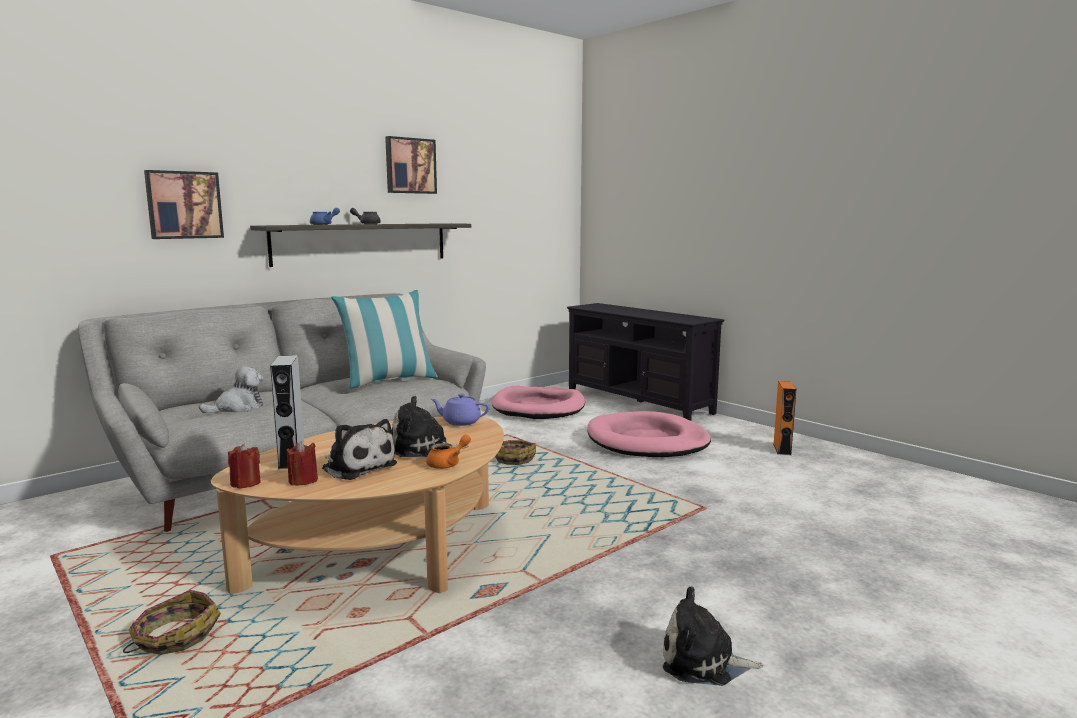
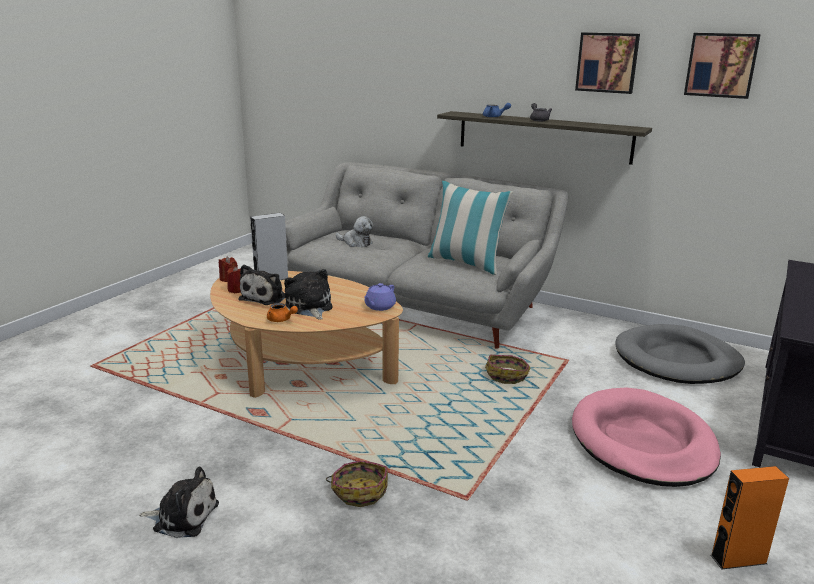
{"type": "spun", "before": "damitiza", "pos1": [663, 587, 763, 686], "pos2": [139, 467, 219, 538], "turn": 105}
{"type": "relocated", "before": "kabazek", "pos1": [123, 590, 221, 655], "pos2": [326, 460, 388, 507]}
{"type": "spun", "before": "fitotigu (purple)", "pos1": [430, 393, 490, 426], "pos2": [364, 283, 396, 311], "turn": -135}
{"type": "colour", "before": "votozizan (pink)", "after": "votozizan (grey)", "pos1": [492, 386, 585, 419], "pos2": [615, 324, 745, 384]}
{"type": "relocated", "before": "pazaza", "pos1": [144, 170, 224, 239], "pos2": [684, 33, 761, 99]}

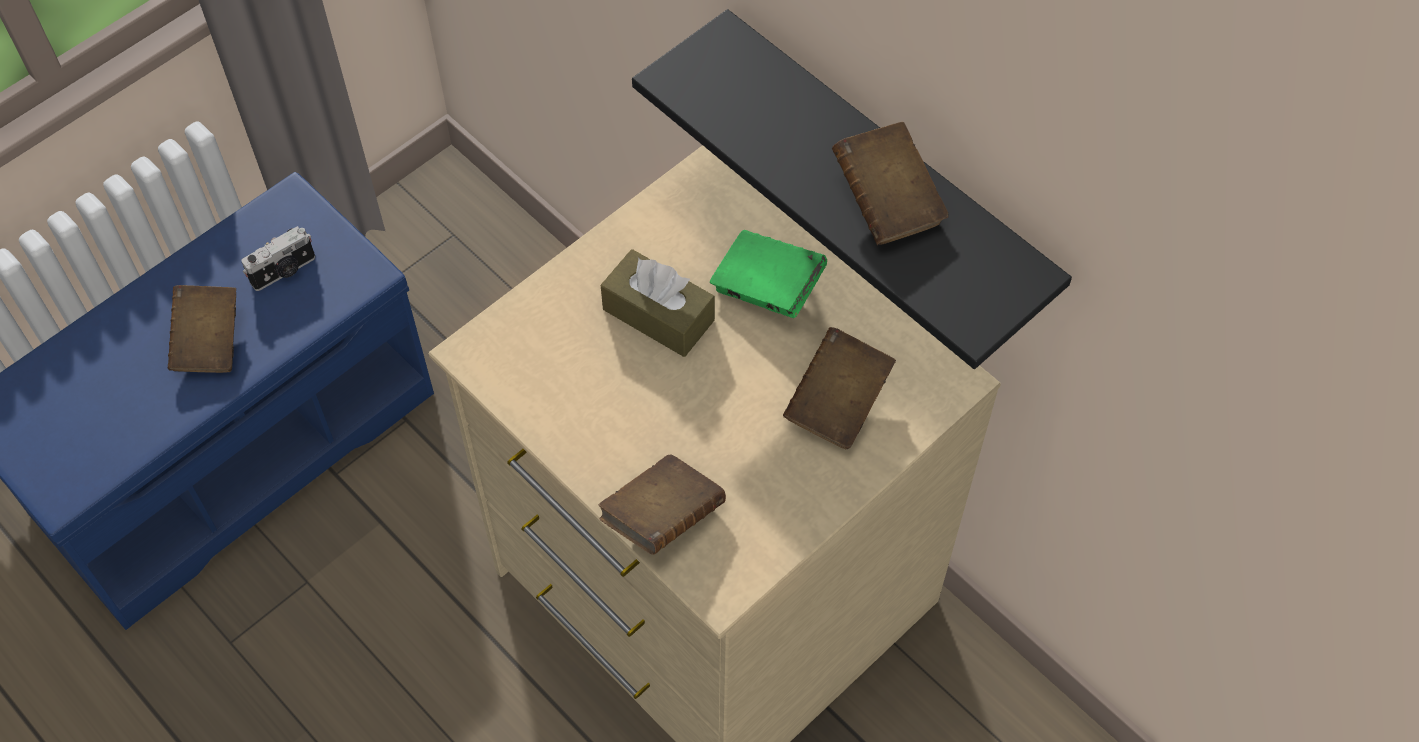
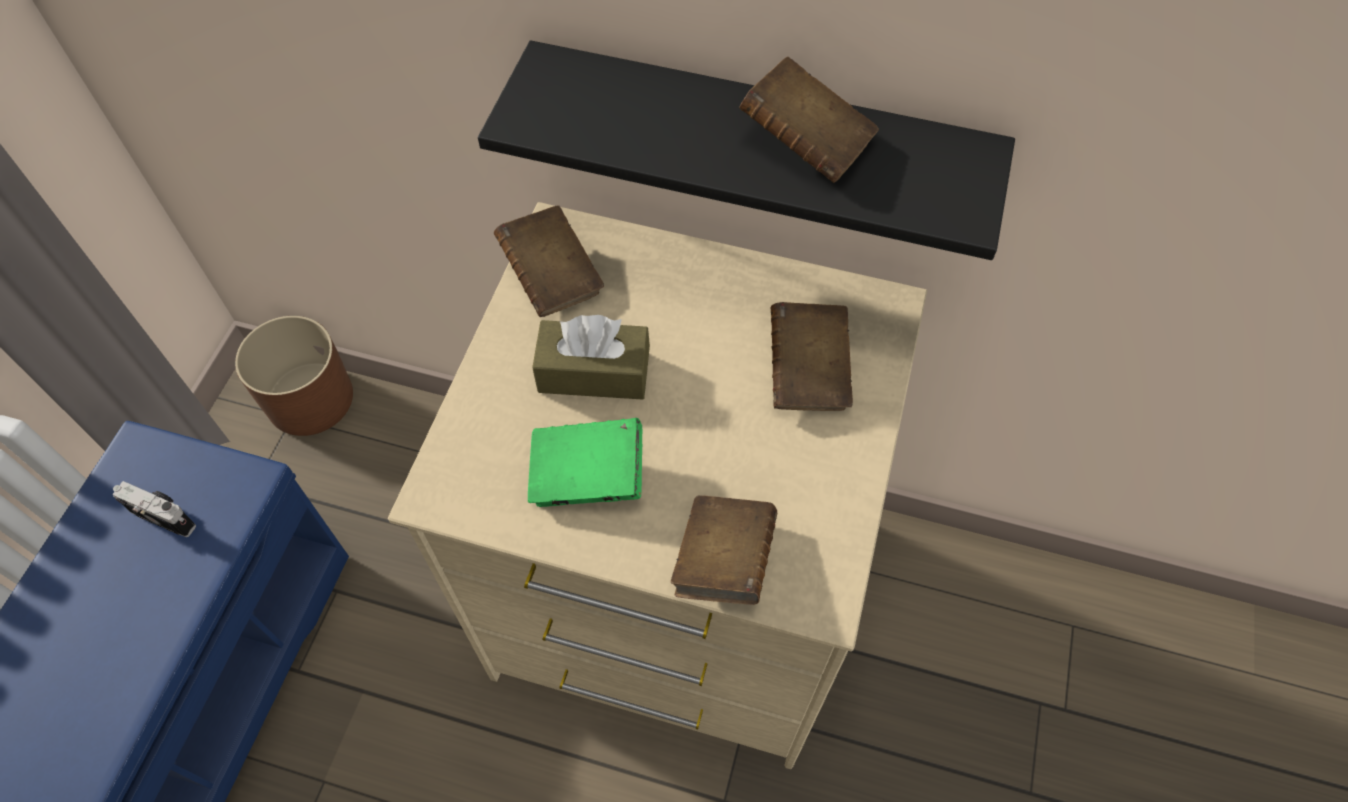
{"type": "spun", "before": "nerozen", "pos1": [241, 226, 315, 291], "pos2": [112, 481, 196, 537], "turn": -90}
{"type": "appeared", "after": "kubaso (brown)", "pos2": [235, 316, 353, 436]}
{"type": "relocated", "before": "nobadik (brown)", "pos1": [168, 285, 236, 373], "pos2": [494, 205, 604, 317]}
{"type": "relocated", "before": "nobadik (green)", "pos1": [710, 230, 827, 318], "pos2": [528, 418, 643, 507]}

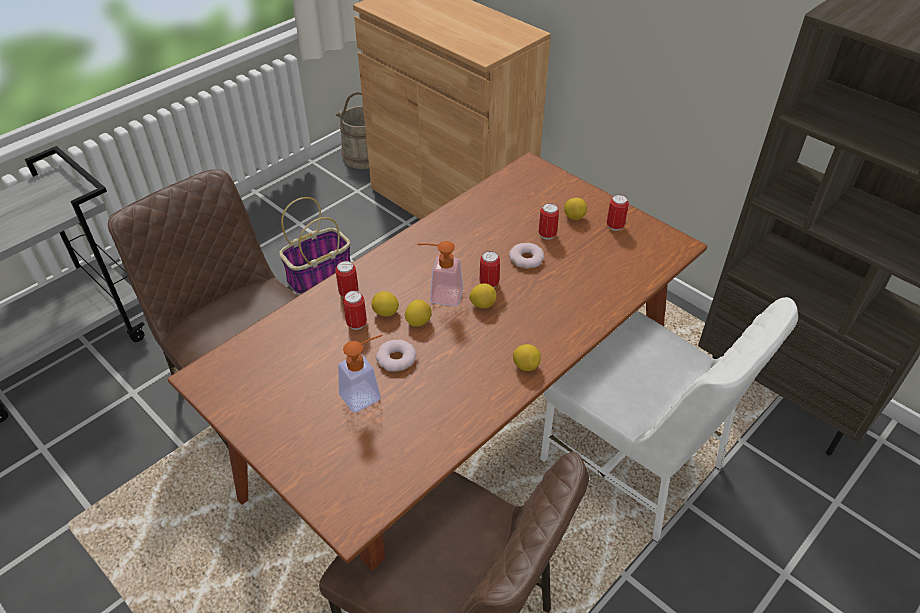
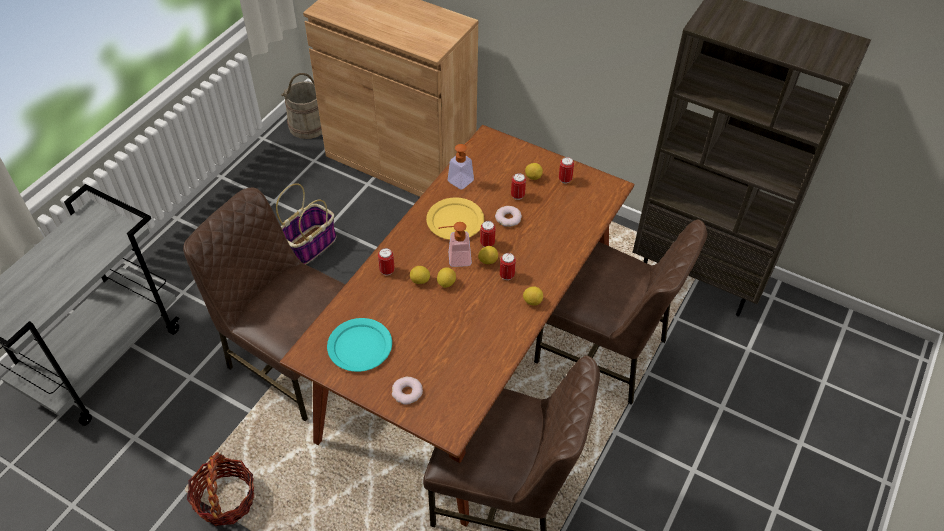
{"type": "appeared", "after": "kabazek", "pos2": [187, 452, 255, 526]}
{"type": "appeared", "after": "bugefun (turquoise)", "pos2": [327, 318, 392, 372]}
{"type": "relocated", "before": "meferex", "pos1": [376, 339, 416, 372], "pos2": [392, 376, 423, 405]}
{"type": "appeared", "after": "bugefun (yellow)", "pos2": [426, 198, 484, 240]}
{"type": "relocated", "before": "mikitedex", "pos1": [338, 335, 383, 413], "pos2": [448, 138, 474, 190]}
{"type": "relocated", "before": "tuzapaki", "pos1": [343, 291, 367, 330], "pos2": [500, 253, 516, 280]}
{"type": "colour", "before": "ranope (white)", "after": "ranope (brown)", "pos1": [540, 297, 798, 542], "pos2": [534, 220, 707, 405]}

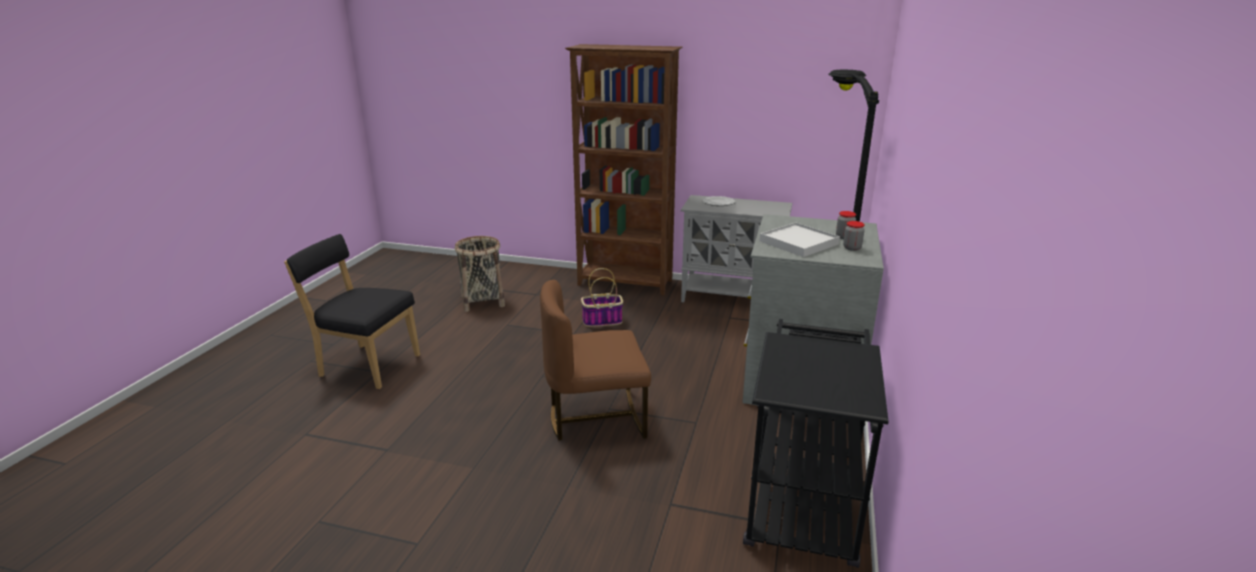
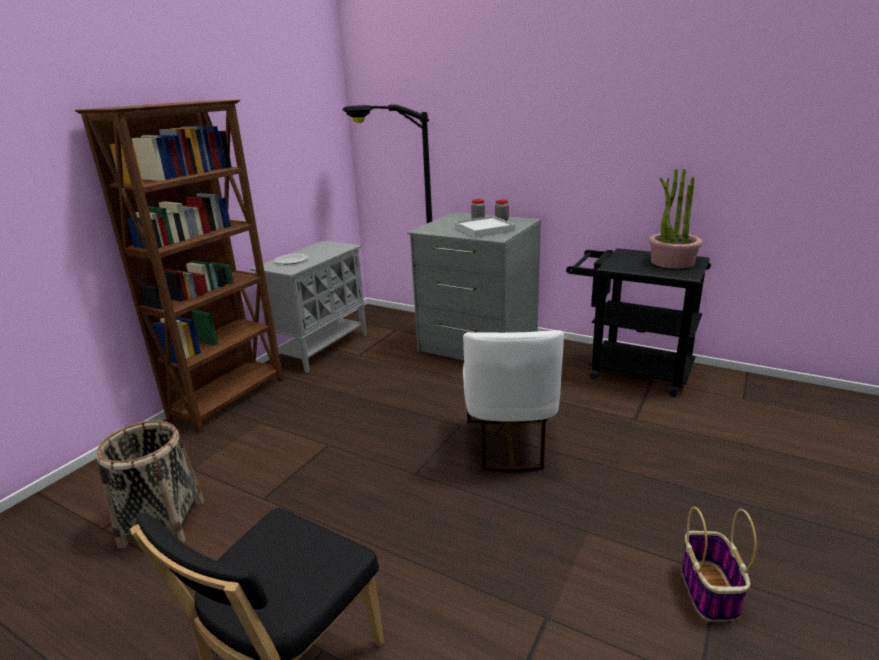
{"type": "colour", "before": "ranope (brown)", "after": "ranope (white)", "pos1": [540, 280, 651, 440], "pos2": [463, 330, 564, 472]}
{"type": "appeared", "after": "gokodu", "pos2": [649, 169, 703, 269]}
{"type": "relocated", "before": "kabazek", "pos1": [581, 268, 623, 327], "pos2": [681, 507, 757, 622]}

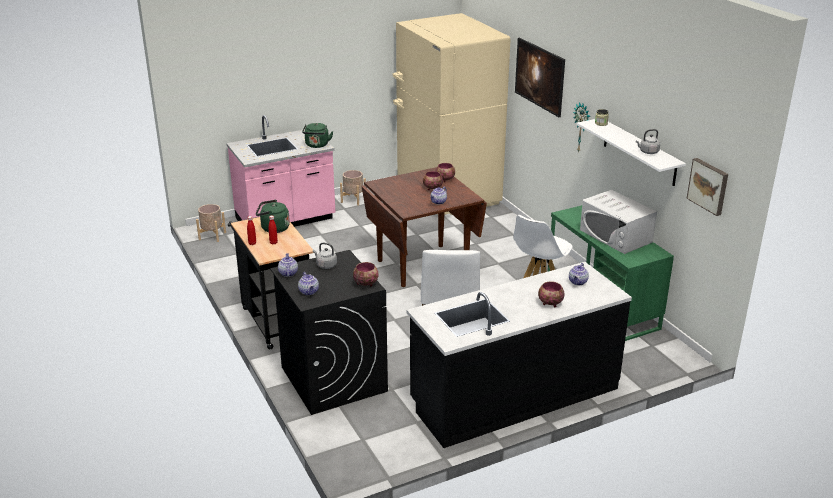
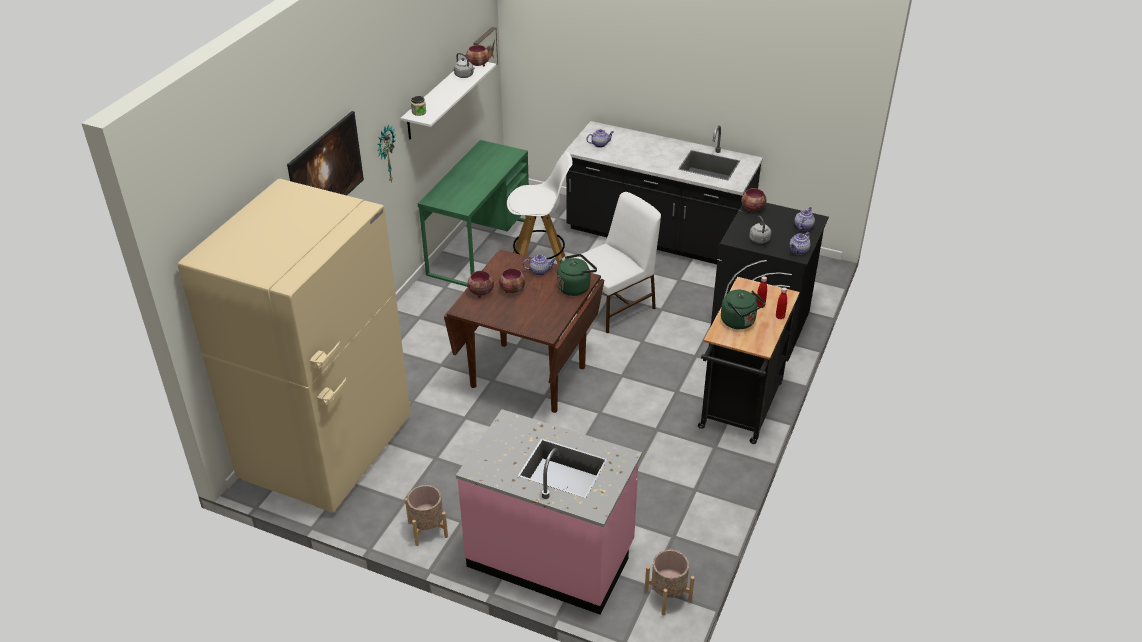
{"type": "relocated", "before": "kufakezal", "pos1": [538, 281, 565, 307], "pos2": [466, 45, 489, 67]}
{"type": "relocated", "before": "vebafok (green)", "pos1": [302, 123, 333, 148], "pos2": [557, 254, 597, 296]}
{"type": "missing", "before": "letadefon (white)", "pos1": [580, 190, 657, 254]}

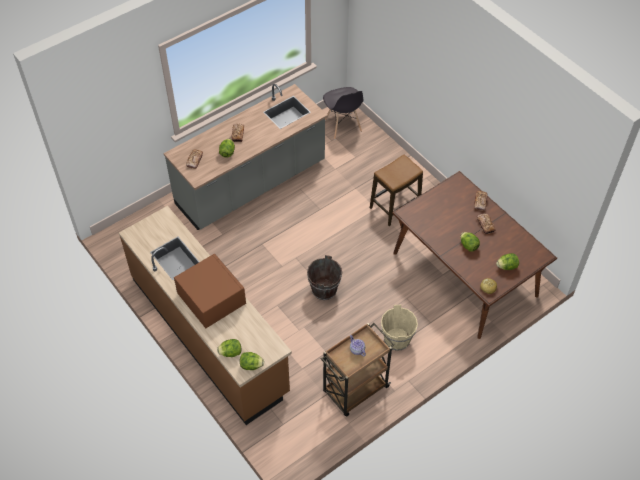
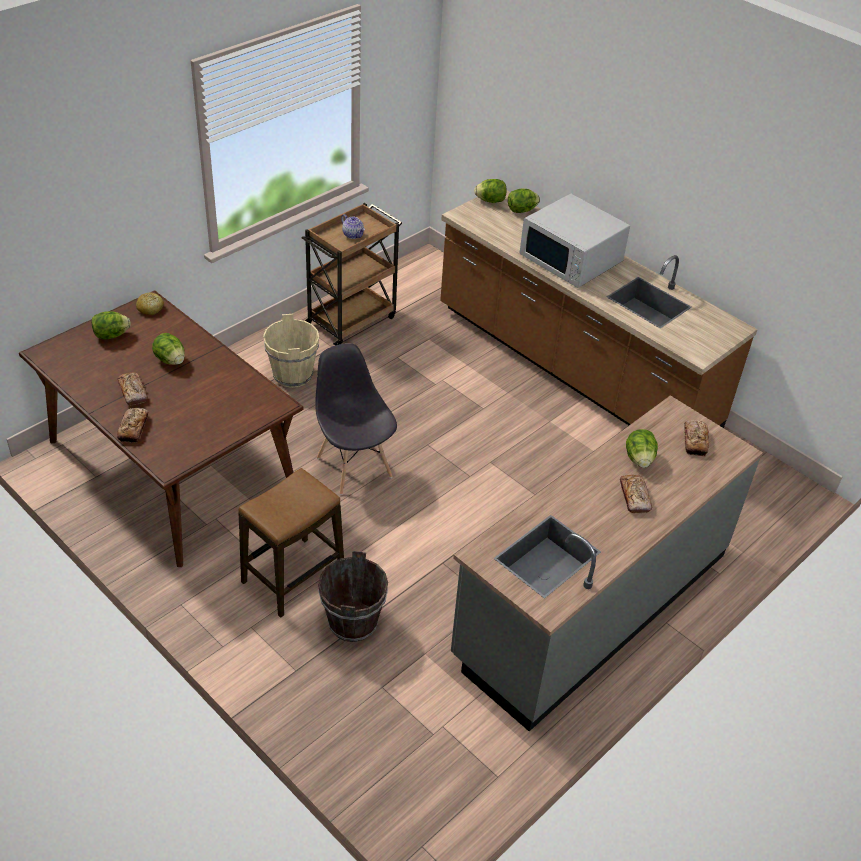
{"type": "relocated", "before": "ranope (grey)", "pos1": [323, 87, 364, 139], "pos2": [315, 343, 397, 495]}
{"type": "relocated", "before": "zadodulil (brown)", "pos1": [307, 255, 342, 300], "pos2": [318, 551, 388, 642]}
{"type": "colour", "before": "letadefon (brown)", "after": "letadefon (white)", "pos1": [174, 253, 246, 328], "pos2": [520, 194, 630, 288]}

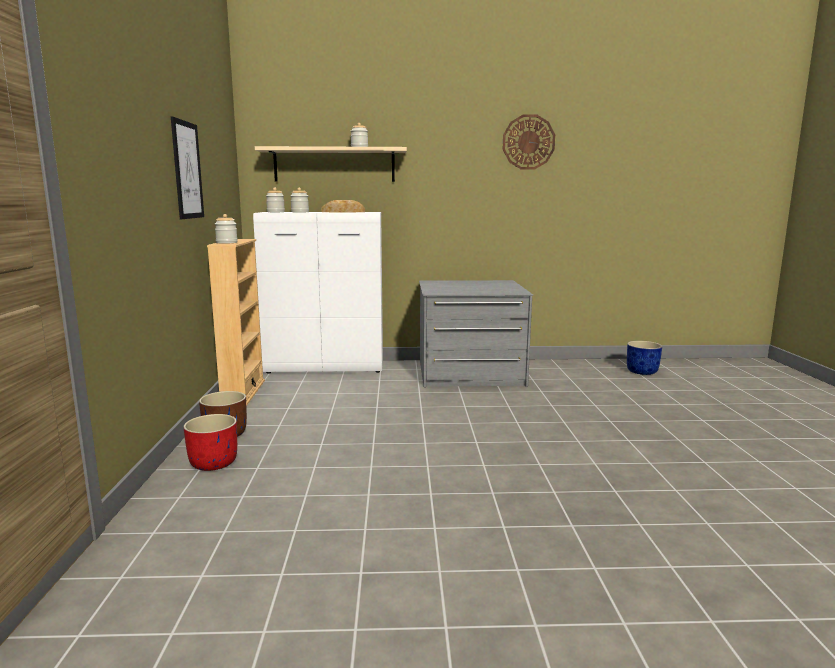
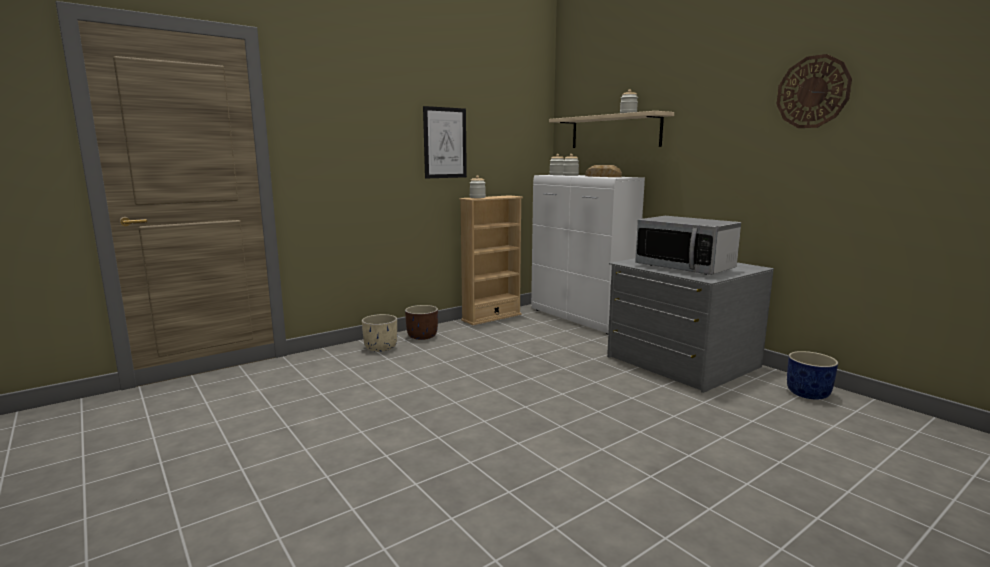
{"type": "colour", "before": "kubaso (red)", "after": "kubaso (beige)", "pos1": [183, 414, 237, 471], "pos2": [362, 314, 397, 352]}
{"type": "appeared", "after": "letadefon", "pos2": [635, 216, 741, 275]}
{"type": "relocated", "before": "kubaso (blue)", "pos1": [627, 341, 662, 375], "pos2": [787, 351, 838, 399]}

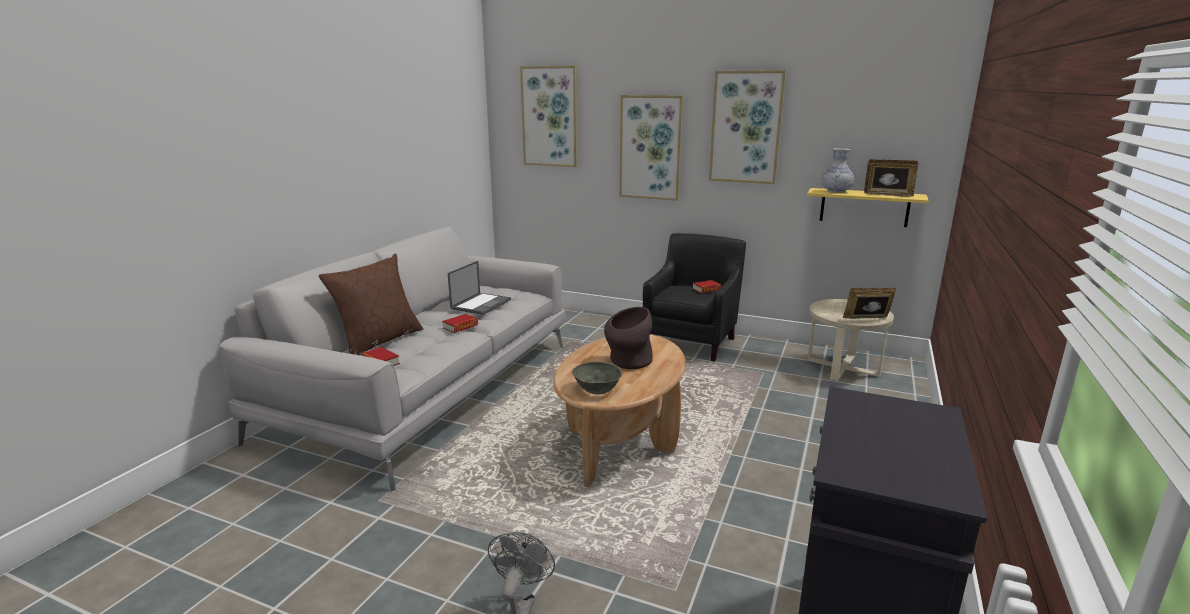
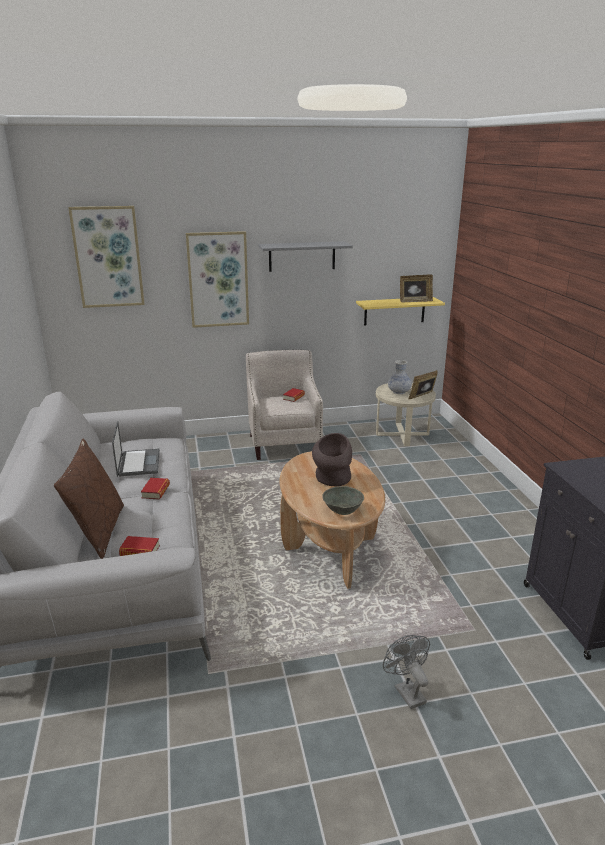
{"type": "colour", "before": "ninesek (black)", "after": "ninesek (beige)", "pos1": [643, 233, 746, 362], "pos2": [246, 350, 323, 460]}
{"type": "exchanged", "before": "pazaza", "after": "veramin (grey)", "pos1": [709, 70, 786, 184], "pos2": [258, 241, 353, 272]}
{"type": "relocated", "before": "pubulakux", "pos1": [822, 148, 854, 193], "pos2": [388, 360, 412, 394]}

